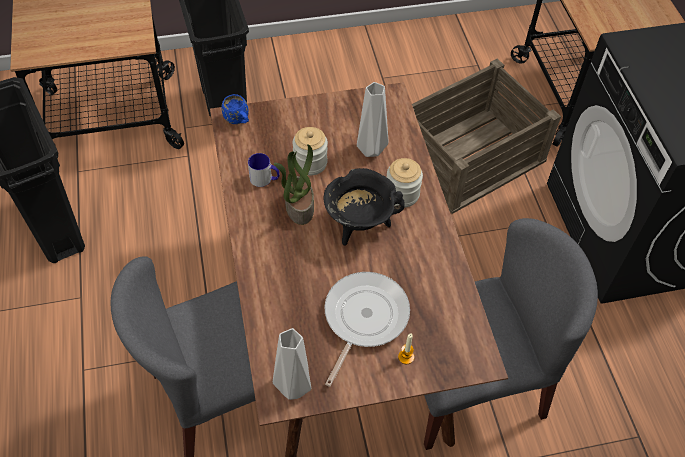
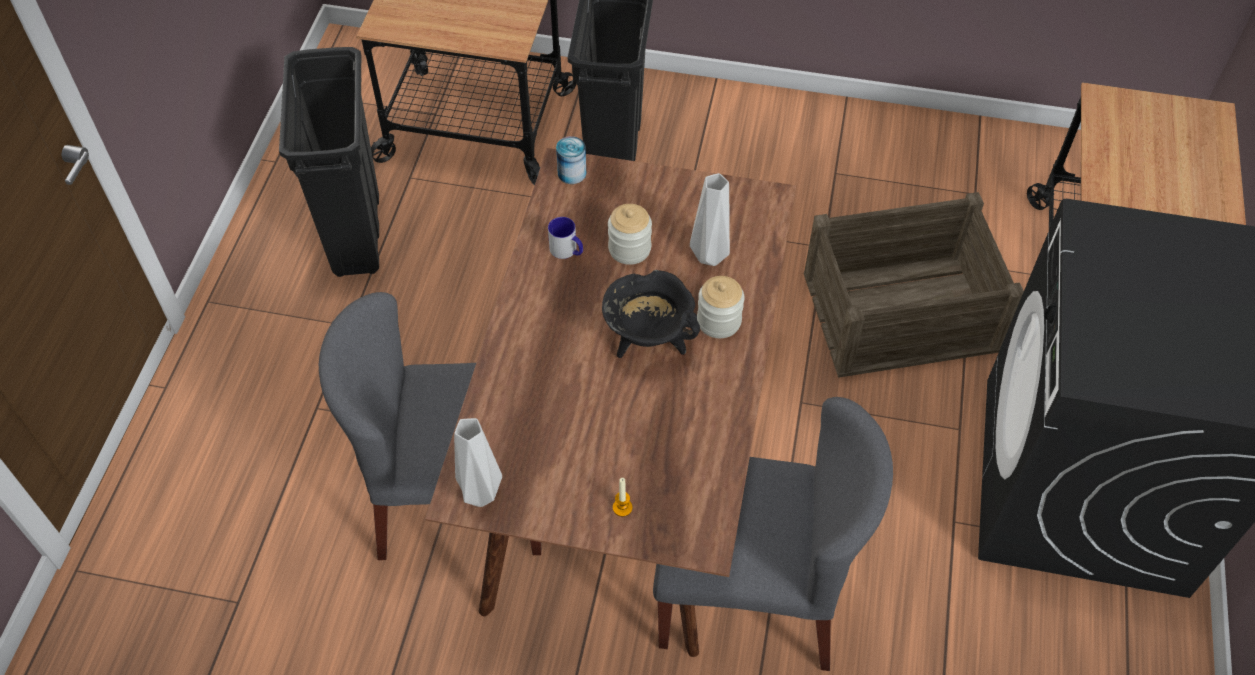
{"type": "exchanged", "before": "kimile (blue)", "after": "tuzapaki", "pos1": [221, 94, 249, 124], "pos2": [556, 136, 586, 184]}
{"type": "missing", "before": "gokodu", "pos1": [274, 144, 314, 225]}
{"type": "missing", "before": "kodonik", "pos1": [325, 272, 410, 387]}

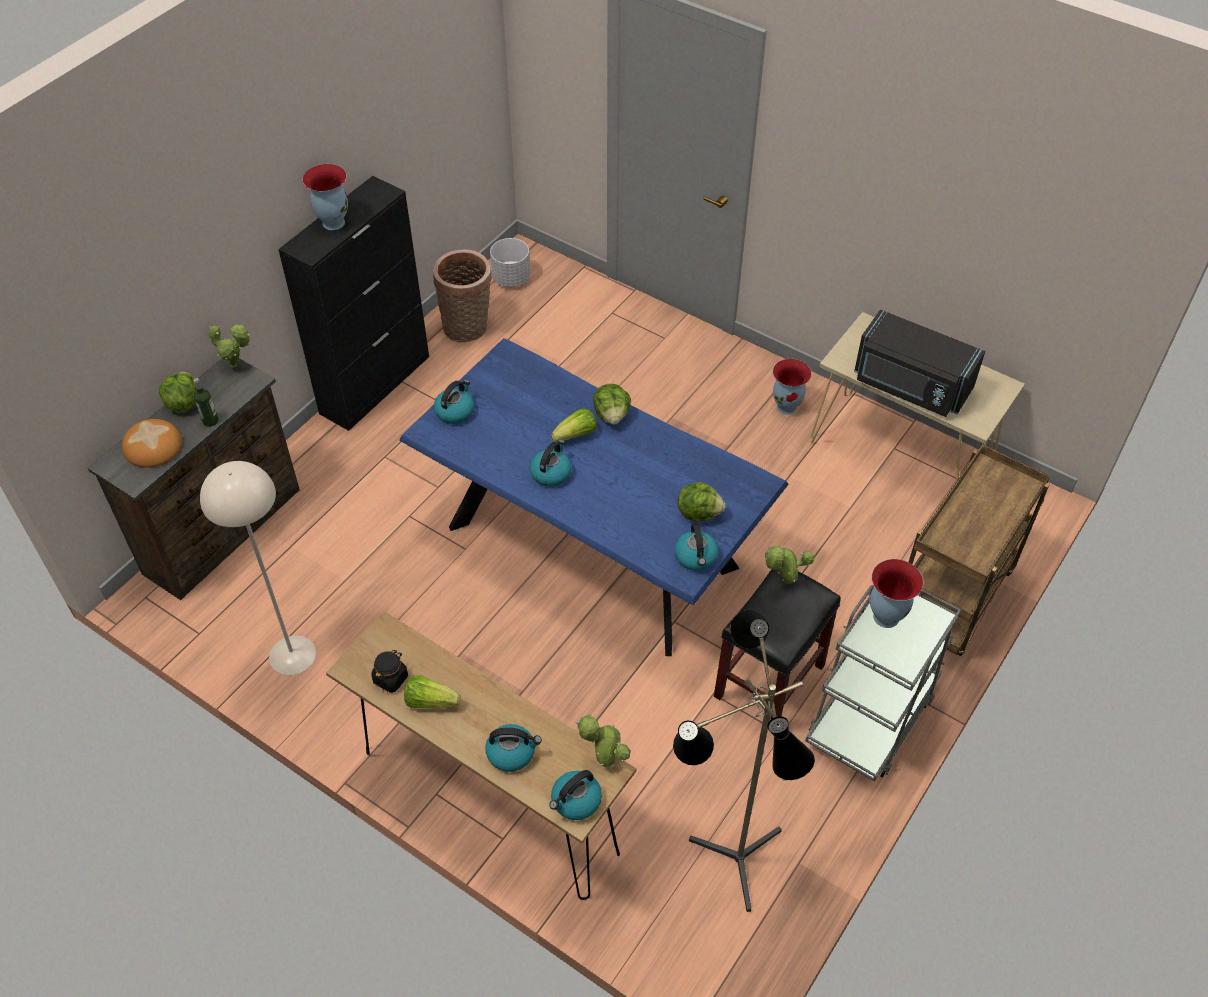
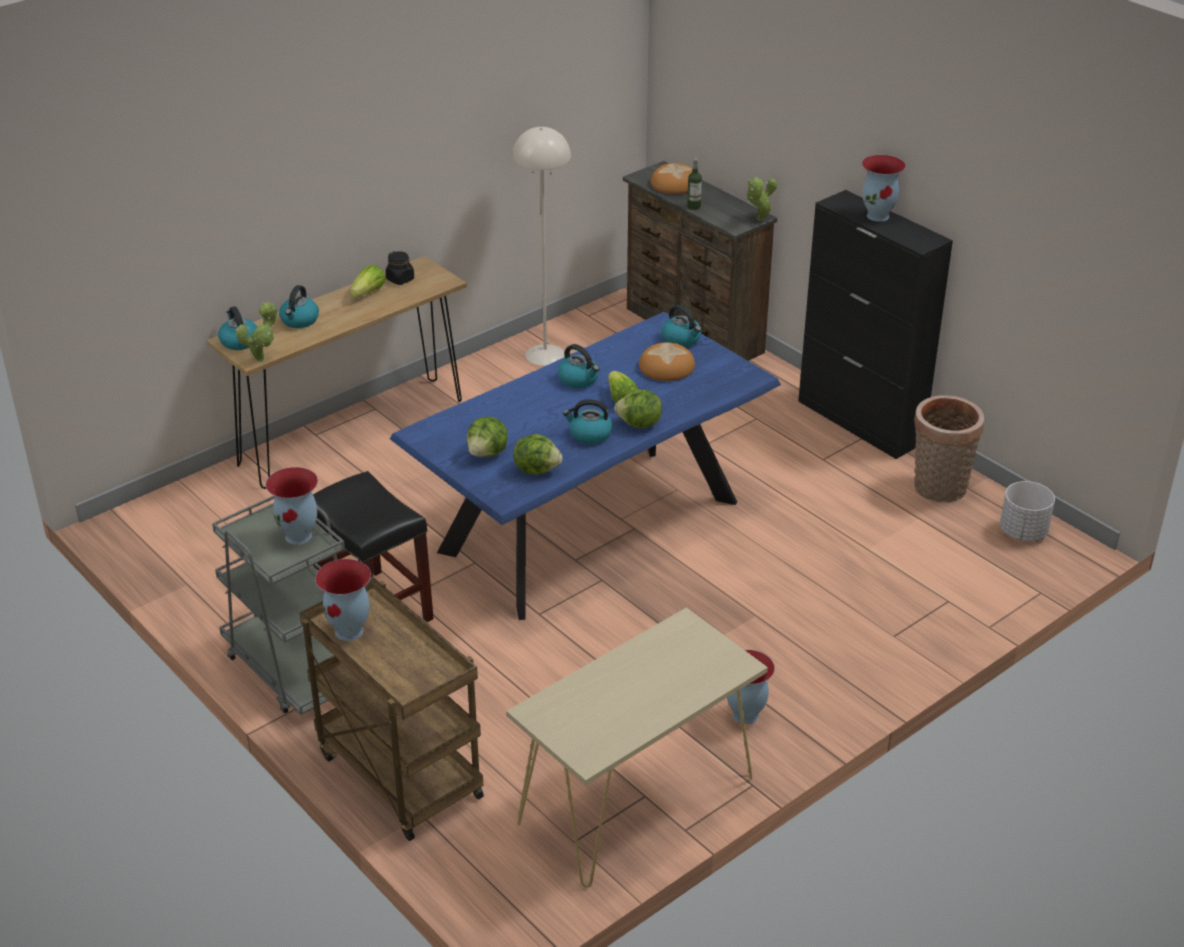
{"type": "appeared", "after": "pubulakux", "pos2": [315, 559, 371, 641]}
{"type": "relocated", "before": "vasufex", "pos1": [159, 371, 197, 412], "pos2": [513, 434, 562, 475]}
{"type": "relocated", "before": "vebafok", "pos1": [674, 524, 718, 571], "pos2": [563, 399, 613, 444]}
{"type": "appeared", "after": "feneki", "pos2": [639, 342, 695, 381]}
{"type": "missing", "before": "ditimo", "pos1": [673, 610, 815, 912]}
{"type": "missing", "before": "gokodu", "pos1": [764, 545, 815, 584]}
{"type": "missing", "before": "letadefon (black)", "pos1": [854, 309, 985, 417]}

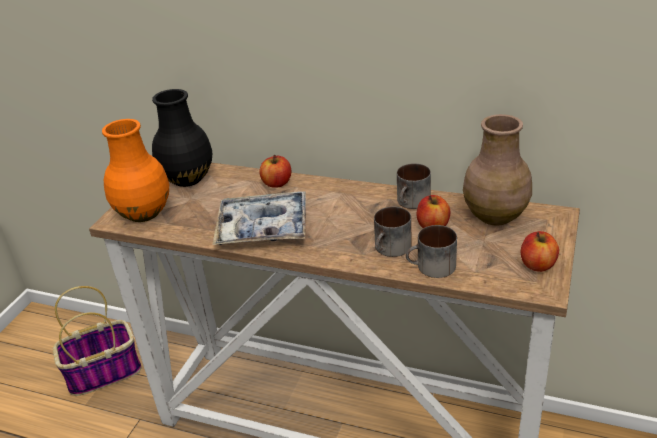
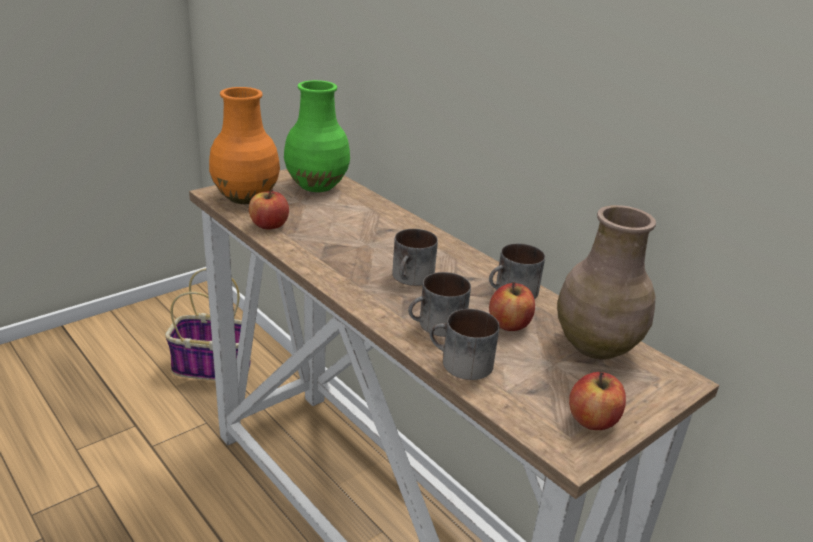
{"type": "relocated", "before": "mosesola", "pos1": [259, 155, 291, 188], "pos2": [249, 189, 289, 230]}
{"type": "colour", "before": "pubulakux (black)", "after": "pubulakux (green)", "pos1": [152, 89, 212, 187], "pos2": [284, 80, 350, 192]}
{"type": "appeared", "after": "kimile", "pos2": [392, 229, 438, 286]}
{"type": "missing", "before": "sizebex", "pos1": [212, 191, 306, 245]}

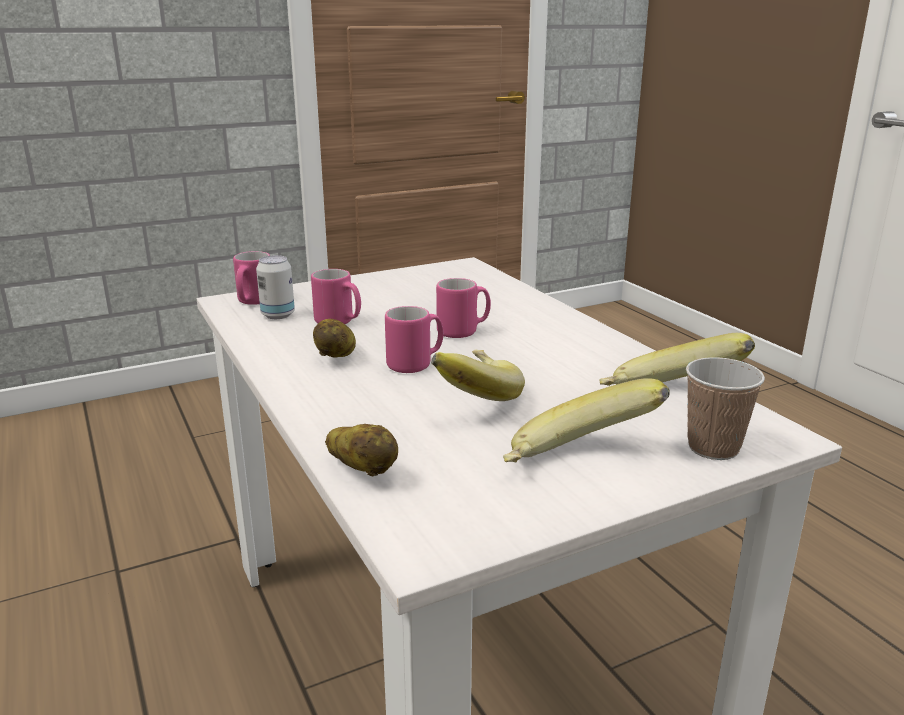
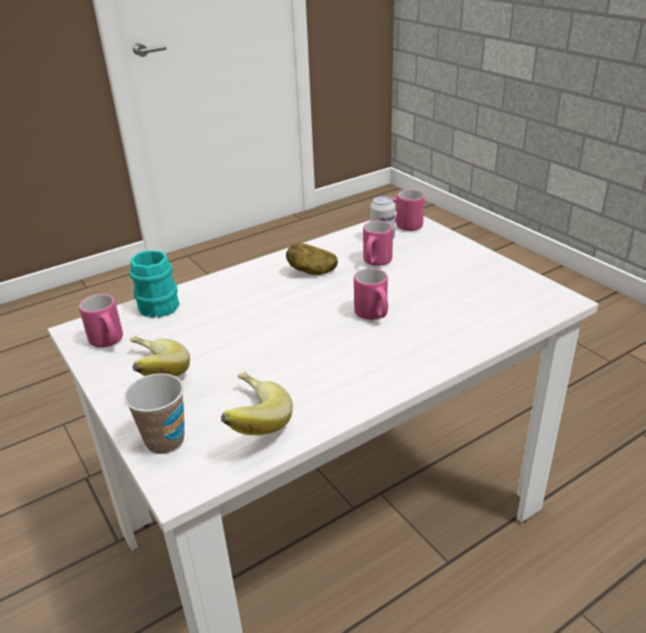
{"type": "relocated", "before": "kimile (pink)", "pos1": [385, 306, 444, 373], "pos2": [79, 294, 123, 348]}
{"type": "exchanged", "before": "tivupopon", "after": "kimile (turquoise)", "pos1": [325, 424, 398, 476], "pos2": [130, 250, 179, 318]}
{"type": "missing", "before": "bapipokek", "pos1": [431, 349, 525, 401]}

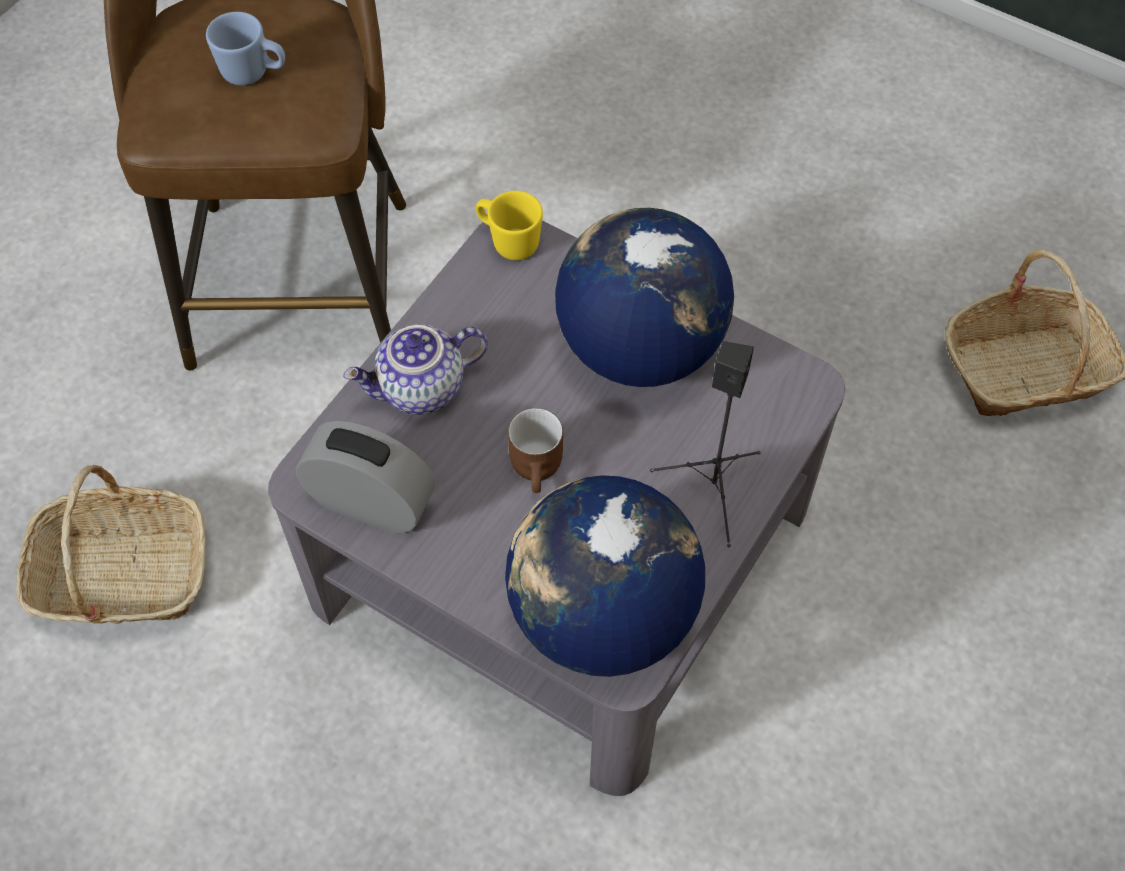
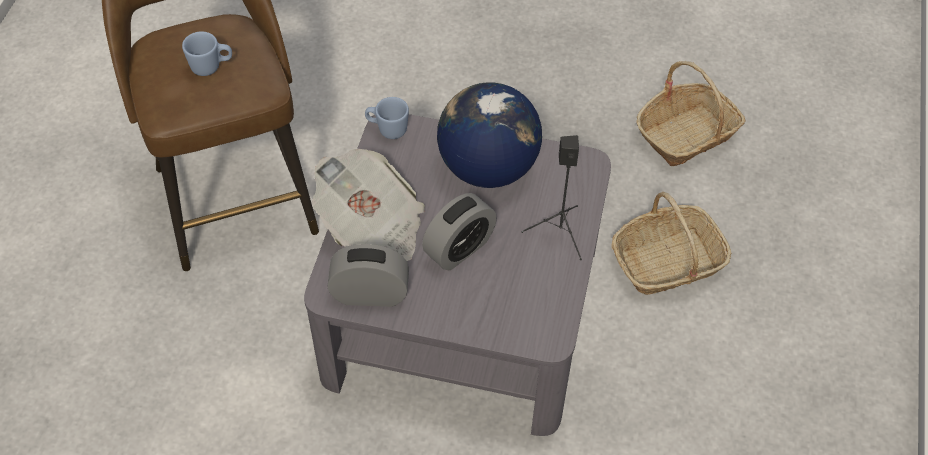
{"type": "exchanged", "before": "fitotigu", "after": "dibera", "pos1": [343, 324, 488, 414], "pos2": [312, 149, 425, 261]}
{"type": "colour", "before": "kimile (yellow)", "after": "kimile (blue)", "pos1": [476, 191, 543, 260], "pos2": [365, 97, 409, 139]}
{"type": "exchanged", "before": "kimile (brown)", "after": "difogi", "pos1": [508, 408, 563, 493], "pos2": [422, 193, 497, 270]}
{"type": "relocated", "before": "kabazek", "pos1": [16, 465, 205, 624], "pos2": [611, 192, 731, 295]}
{"type": "missing", "before": "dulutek", "pos1": [505, 475, 705, 677]}

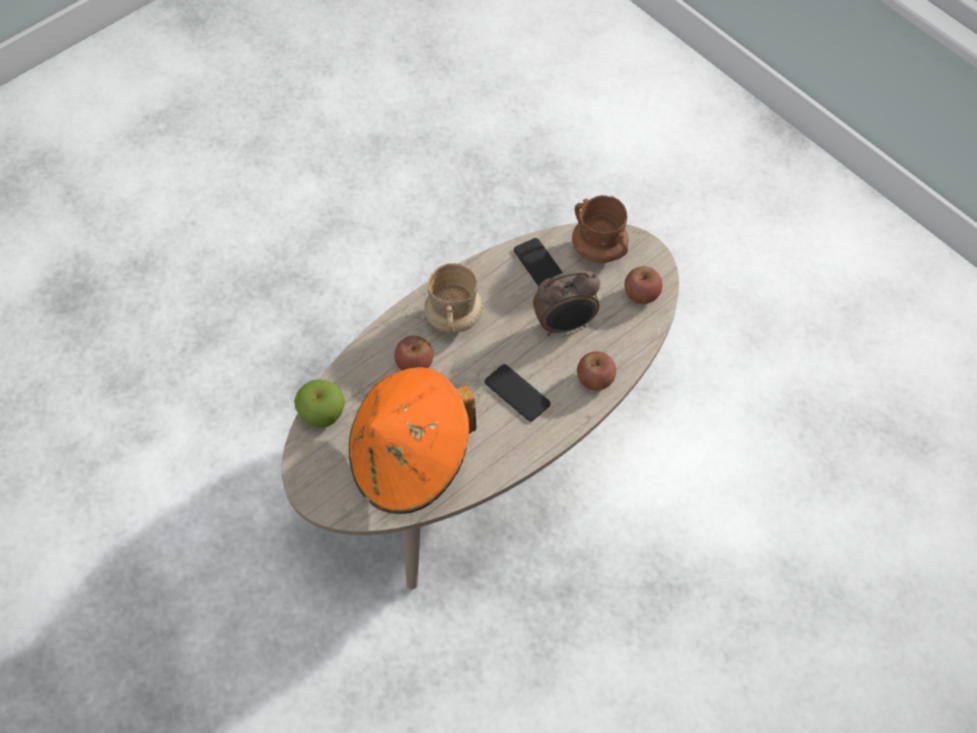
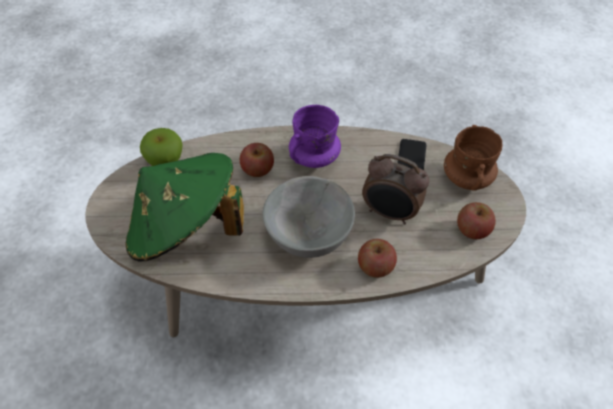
{"type": "colour", "before": "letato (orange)", "after": "letato (green)", "pos1": [349, 367, 477, 514], "pos2": [126, 153, 244, 262]}
{"type": "exchanged", "before": "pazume", "after": "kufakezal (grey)", "pos1": [485, 364, 551, 421], "pos2": [262, 176, 355, 258]}
{"type": "colour", "before": "kimile (beige)", "after": "kimile (purple)", "pos1": [424, 263, 483, 334], "pos2": [289, 105, 341, 168]}

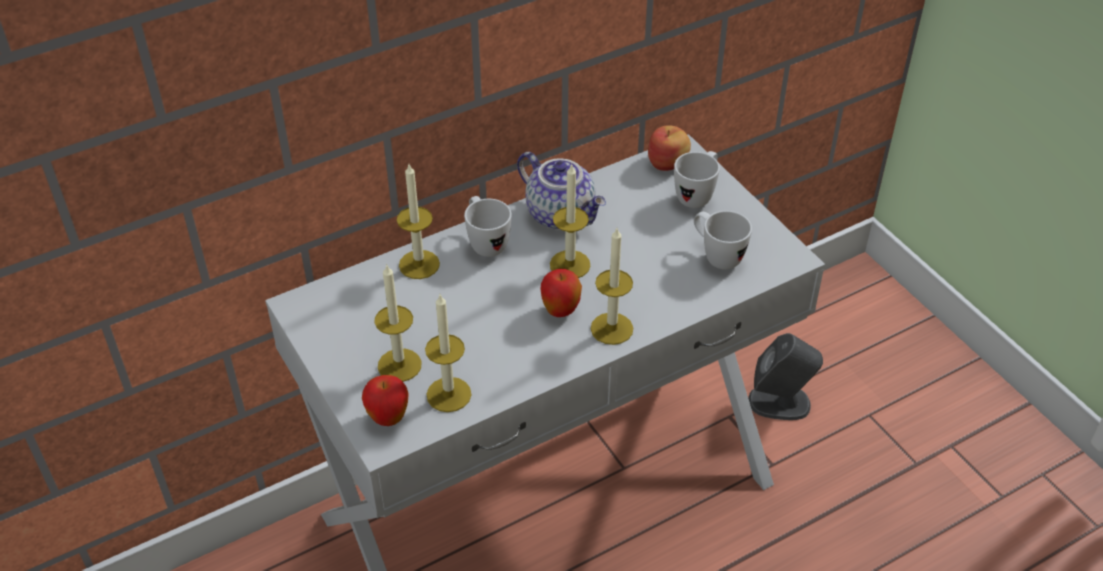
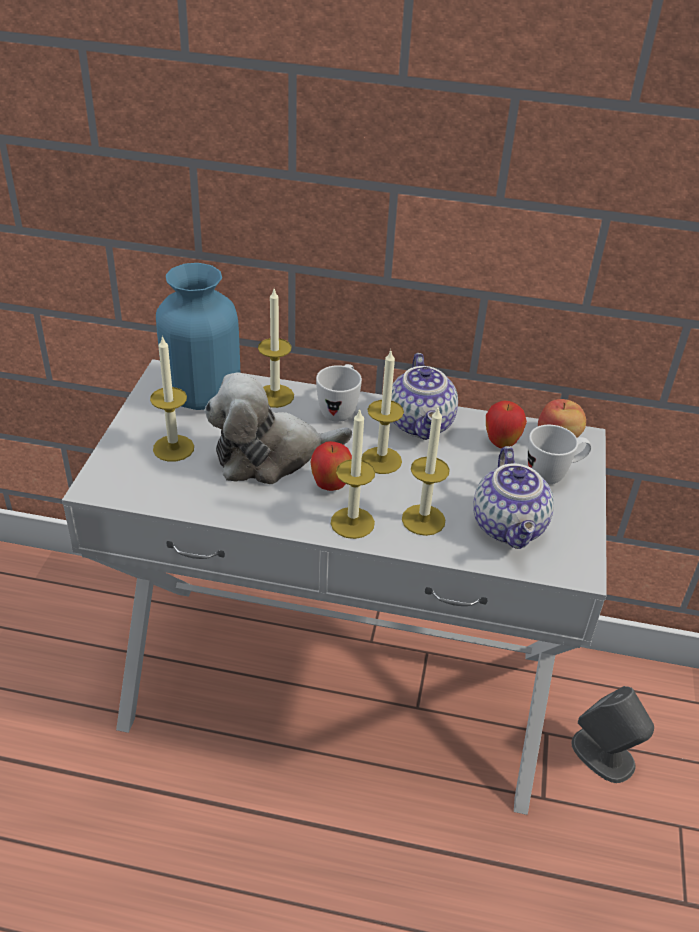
{"type": "appeared", "after": "pubulakux (blue)", "pos2": [156, 263, 240, 410]}
{"type": "appeared", "after": "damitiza", "pos2": [204, 372, 352, 484]}
{"type": "relocated", "before": "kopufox", "pos1": [425, 295, 471, 412], "pos2": [402, 406, 450, 536]}
{"type": "exchanged", "before": "kimile (white)", "after": "fitotigu", "pos1": [694, 211, 752, 270], "pos2": [473, 446, 554, 549]}
{"type": "relocated", "before": "mosesola", "pos1": [362, 375, 409, 426], "pos2": [486, 401, 527, 448]}

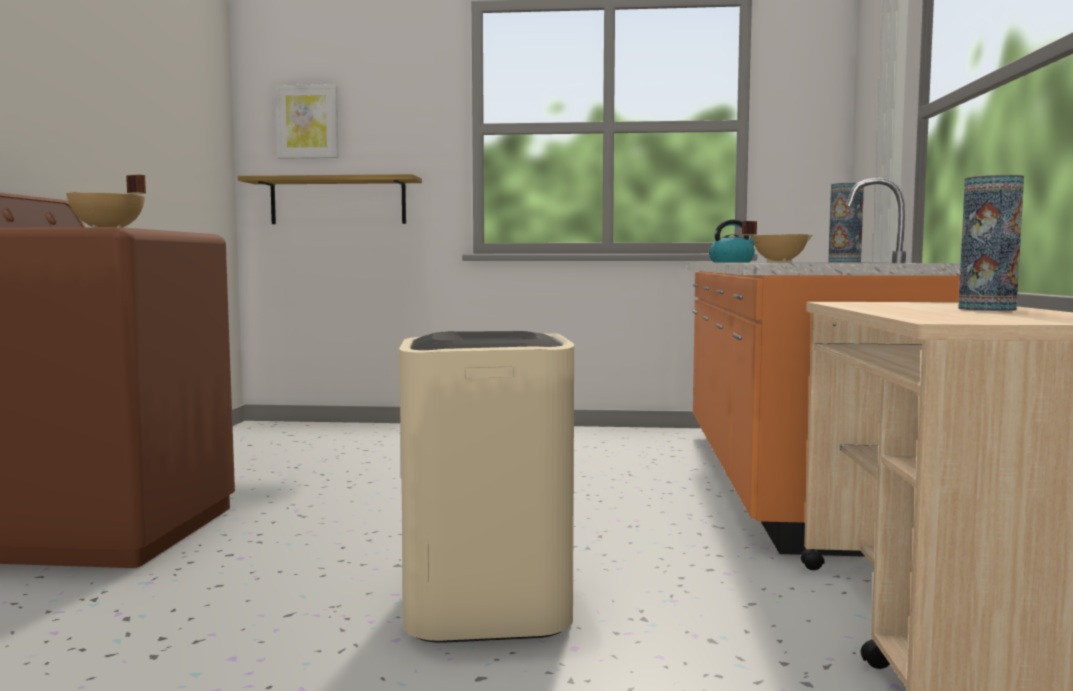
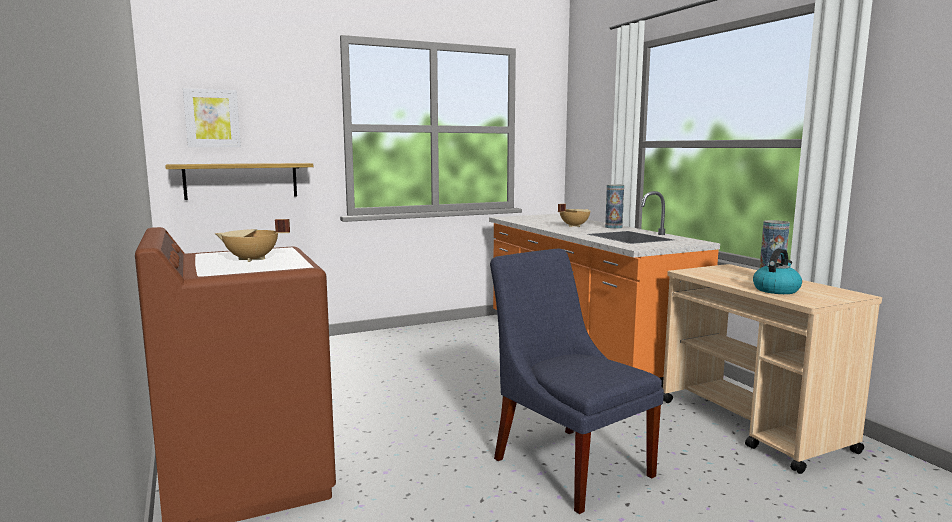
{"type": "exchanged", "before": "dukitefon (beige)", "after": "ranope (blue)", "pos1": [399, 331, 574, 643], "pos2": [490, 248, 664, 514]}
{"type": "relocated", "before": "vebafok", "pos1": [709, 219, 755, 263], "pos2": [753, 248, 802, 294]}

